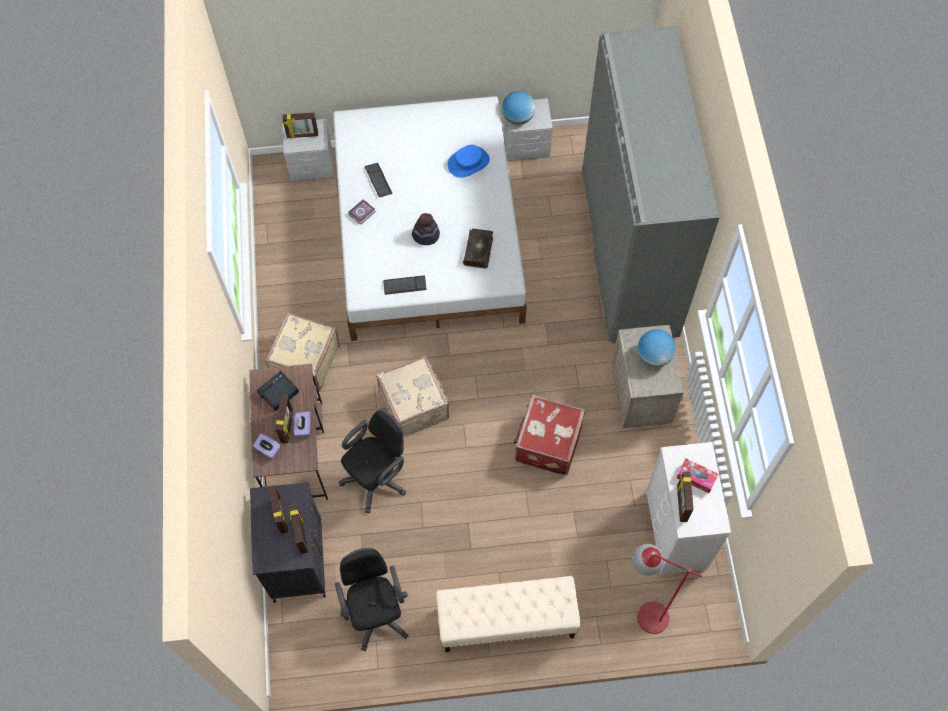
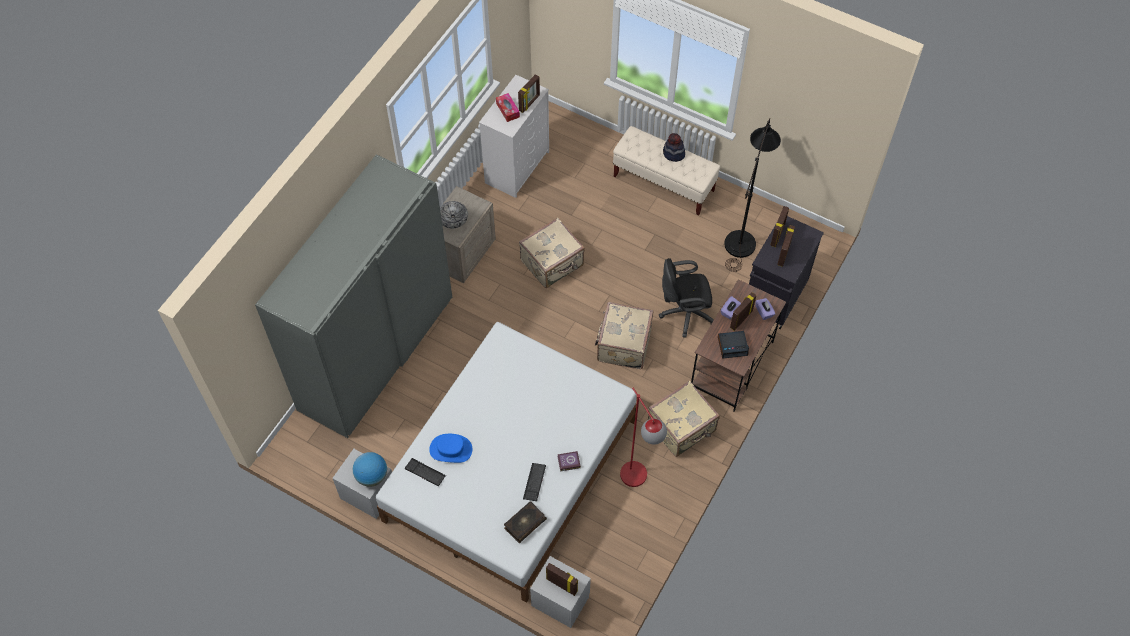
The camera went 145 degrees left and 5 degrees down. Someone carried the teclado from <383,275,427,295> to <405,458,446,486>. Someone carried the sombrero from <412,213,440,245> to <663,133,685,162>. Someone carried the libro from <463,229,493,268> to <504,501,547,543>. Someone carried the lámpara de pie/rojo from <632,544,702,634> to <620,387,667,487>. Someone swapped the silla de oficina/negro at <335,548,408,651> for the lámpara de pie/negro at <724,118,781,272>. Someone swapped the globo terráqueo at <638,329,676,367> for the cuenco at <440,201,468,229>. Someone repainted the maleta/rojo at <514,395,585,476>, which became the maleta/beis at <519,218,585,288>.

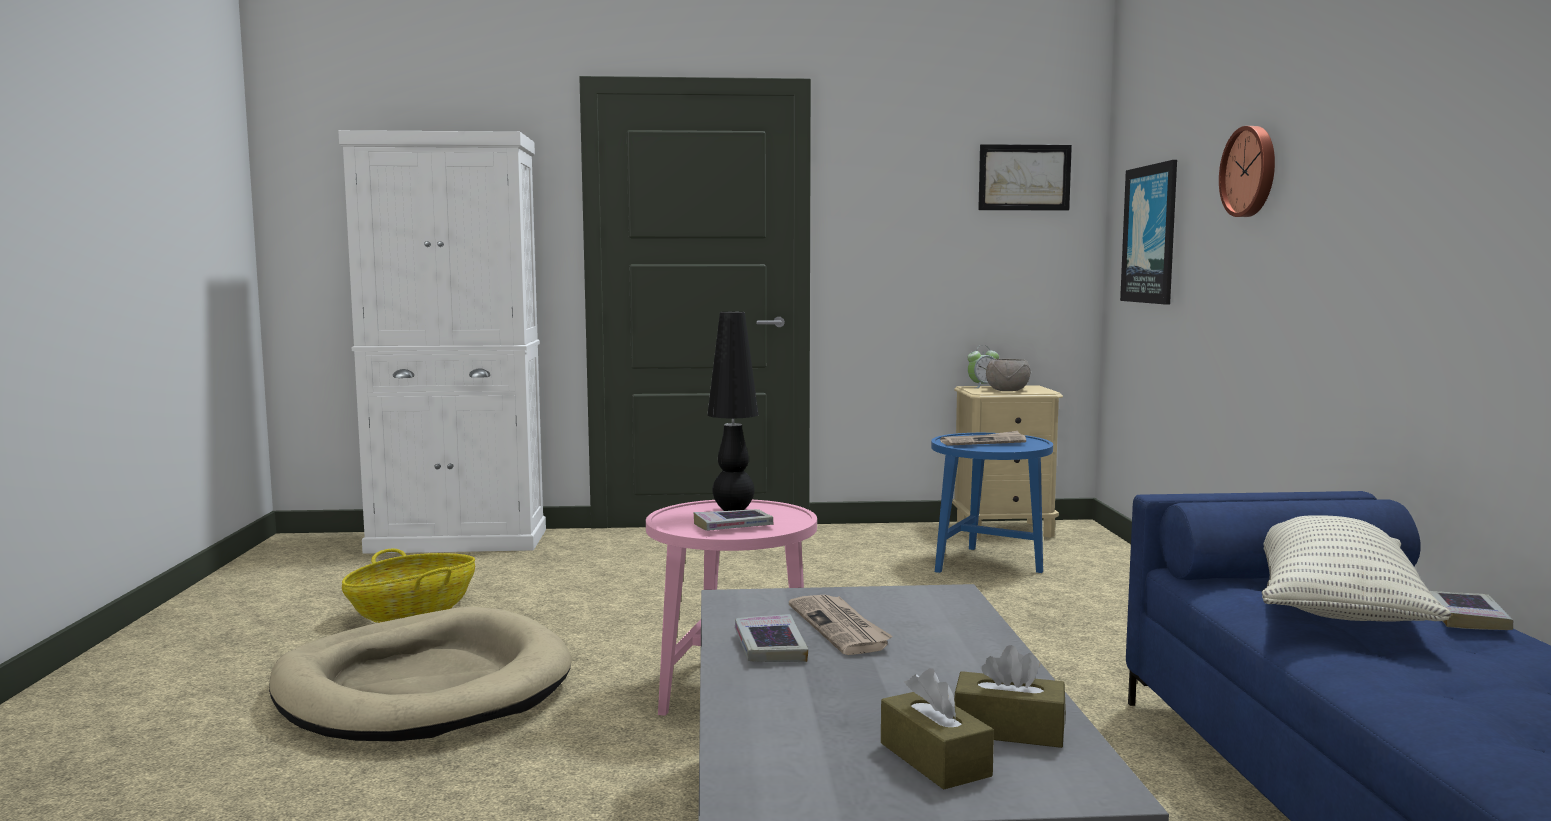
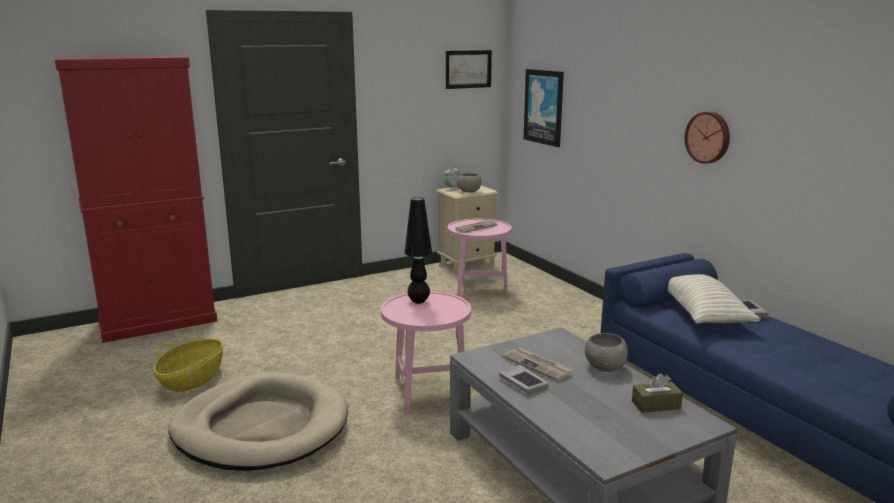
The camera went 25 degrees left and 10 degrees up. Someone took away the libro at <693,509,774,531>. Someone took away the caja de pañuelos/marrón at <881,668,994,790>. Someone put down the cuenco/gris at <585,333,628,372>. Someone carried the reloj de pared from <1219,126,1275,217> to <684,112,730,164>. Someone repainted the armario/blanco at <338,130,546,554>, which became the armario/rojo at <54,56,217,343>. Someone repainted the mesa auxiliar/azul at <931,433,1053,573>, which became the mesa auxiliar/rosa at <448,218,512,297>.

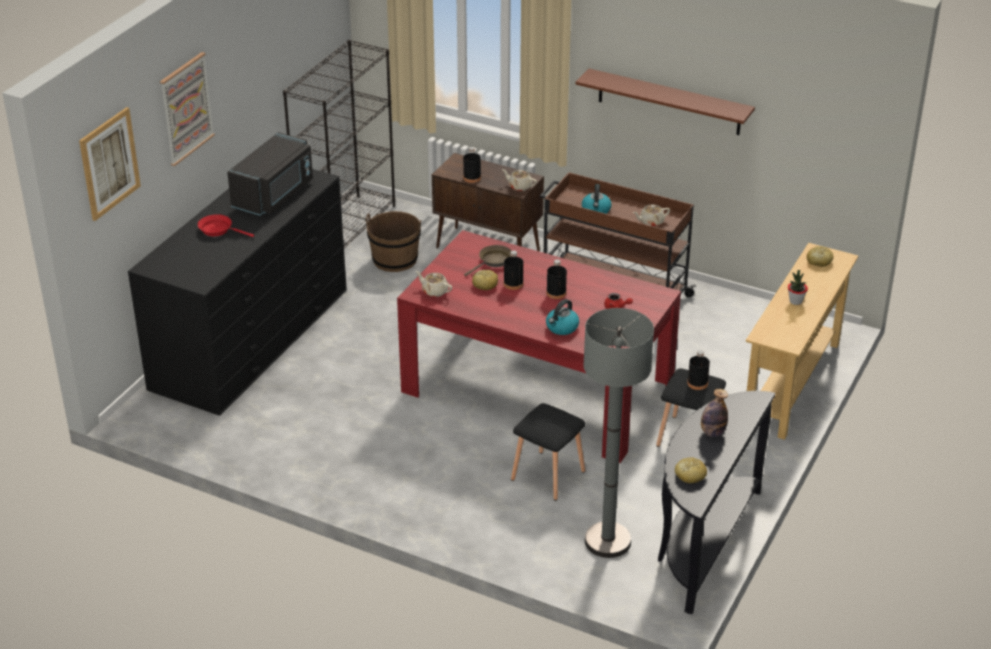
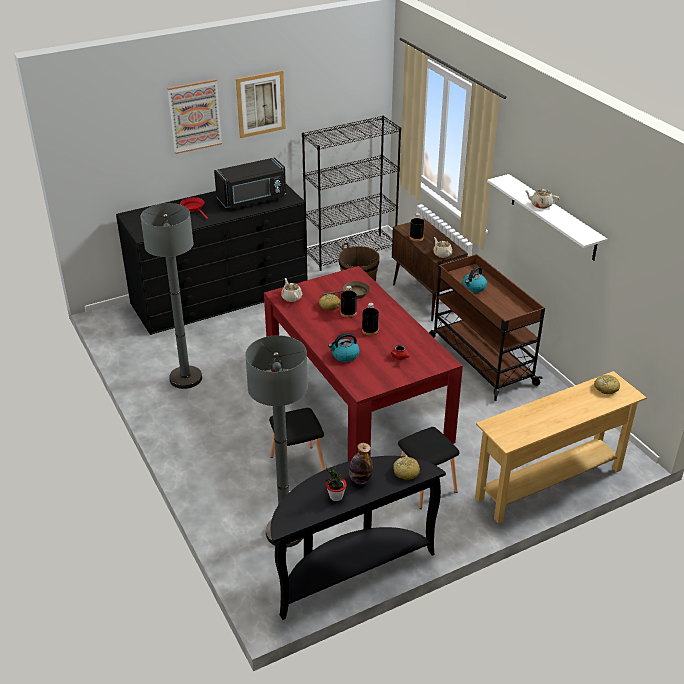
The camera went 35 degrees right and 0 degrees up. Someone took away the botella/negro at <687,350,710,390>. Someone put down the lámpara de pie/gris at <140,203,202,389>. Someone carried the cuadro from <79,107,141,221> to <236,70,286,138>. Someone carried the tetera/beis from <633,204,670,227> to <524,189,559,209>. Someone carried the pan from <675,458,707,483> to <393,457,420,480>. Someone carried the planta en maceta from <788,270,808,305> to <326,467,347,501>. Someone repainted the estante/marrón at <575,69,755,135>, which became the estante/blanco at <487,174,607,261>.

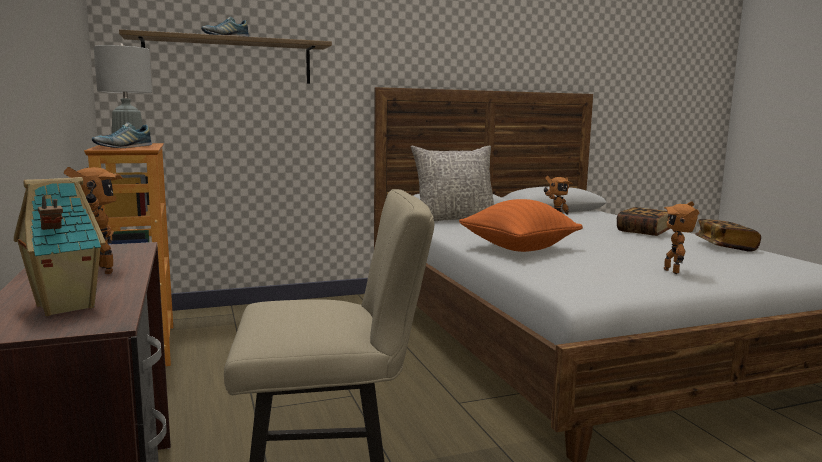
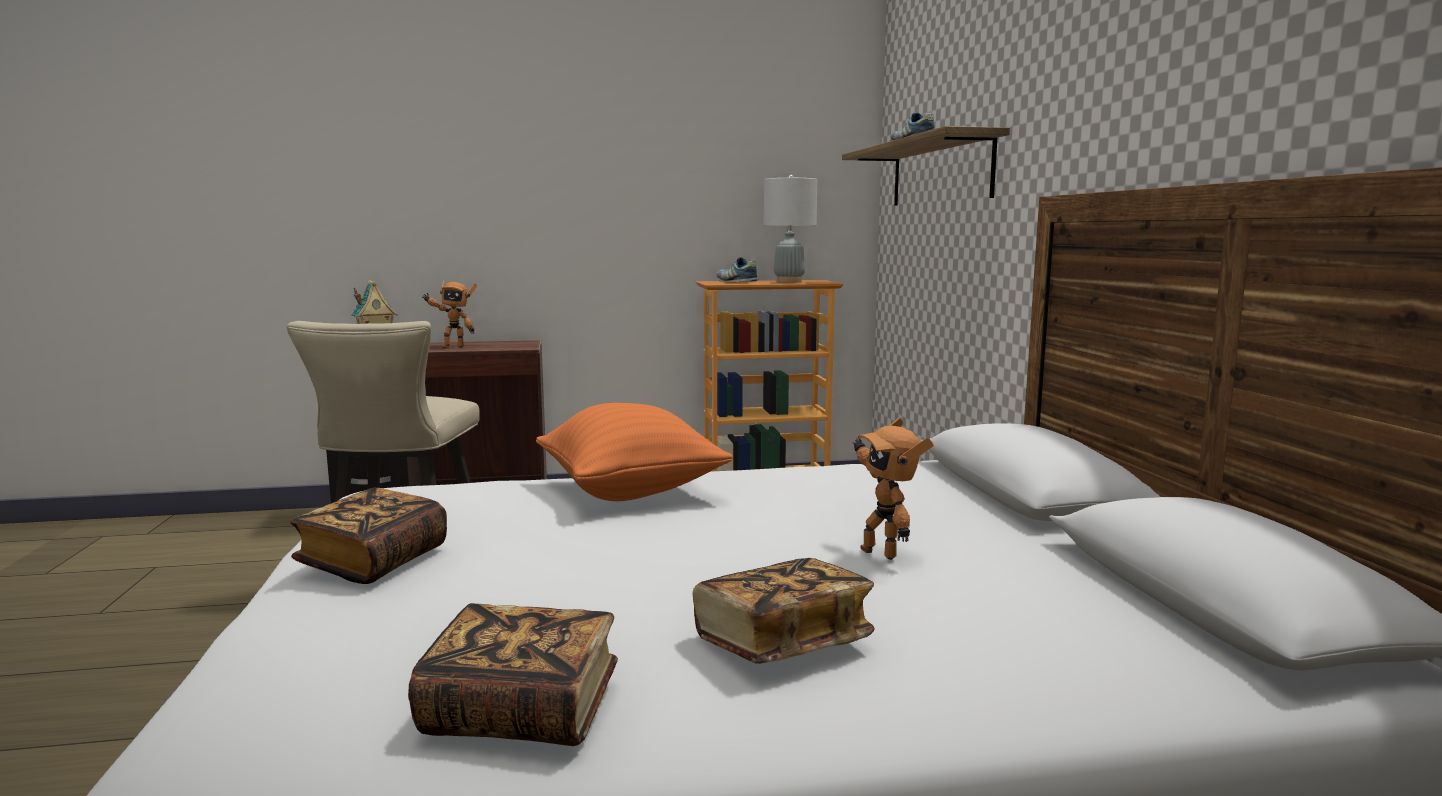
The camera went 100 degrees right and 0 degrees up. Someone took away the cojín/gris at <411,145,494,221>. Someone swapped the robot de juguete at <664,201,700,274> for the libro at <290,488,447,584>.

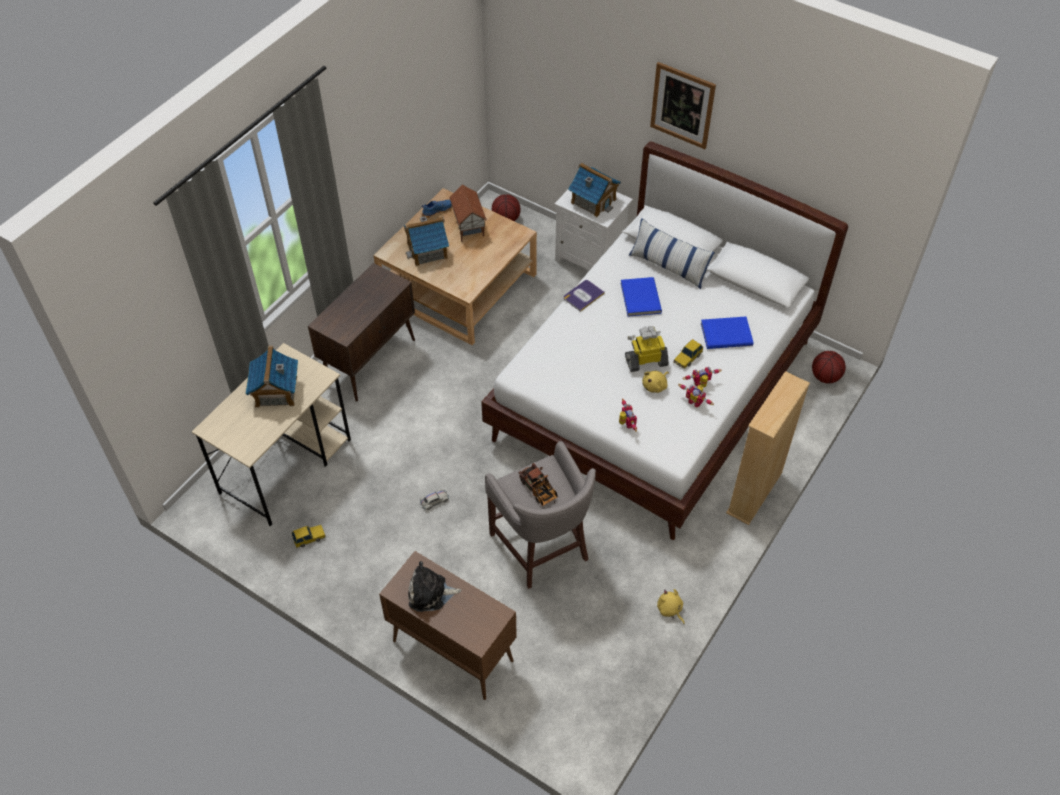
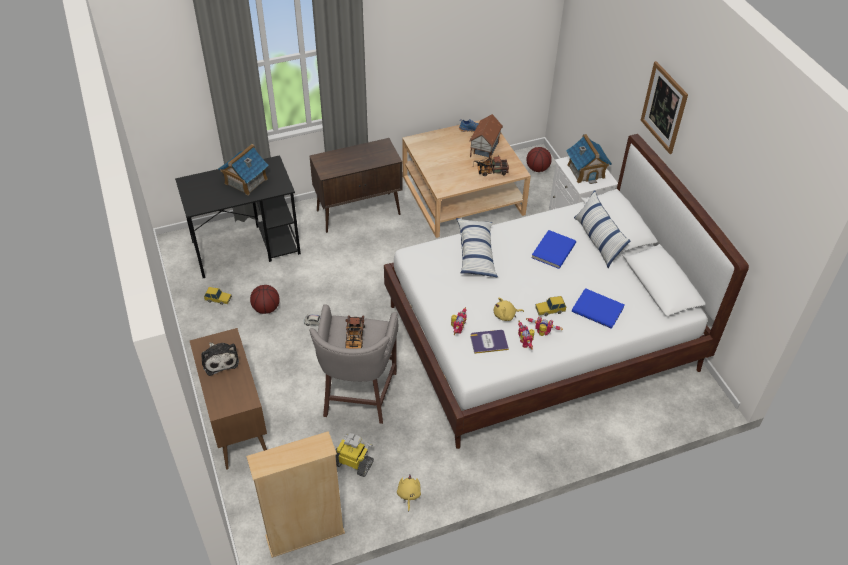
The camera went 35 degrees right and 5 degrees down. Someone took away the casita at <404,216,449,266>. Someone put down the cojín at <456,218,498,277>. Someone put down the camión de juguete at <473,155,509,176>. Someone carried the libro from <563,280,605,312> to <470,330,509,354>. Someone carried the robot de juguete from <625,326,669,372> to <335,433,374,477>. Someone carried the estantería/beis from <726,371,810,525> to <246,431,345,558>. Someone carried the balón de baloncesto from <812,351,846,383> to <250,285,279,314>. Someone repainted the escritorio/beis at <192,343,351,526>, which became the escritorio/negro at <175,155,301,278>. Someone rotated the peluche at <408,561,461,612> by 150 degrees counterclockwise.

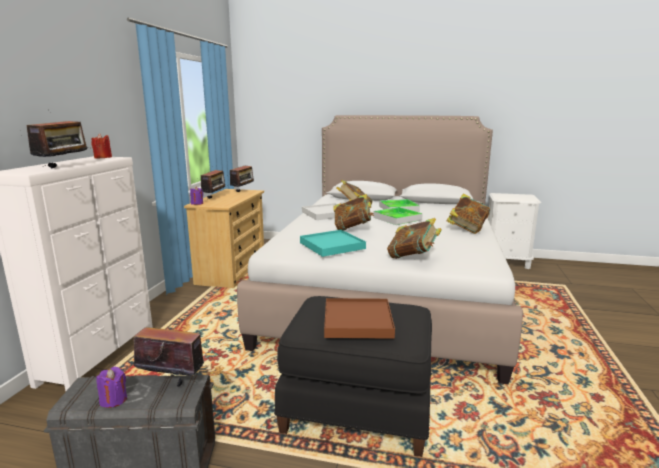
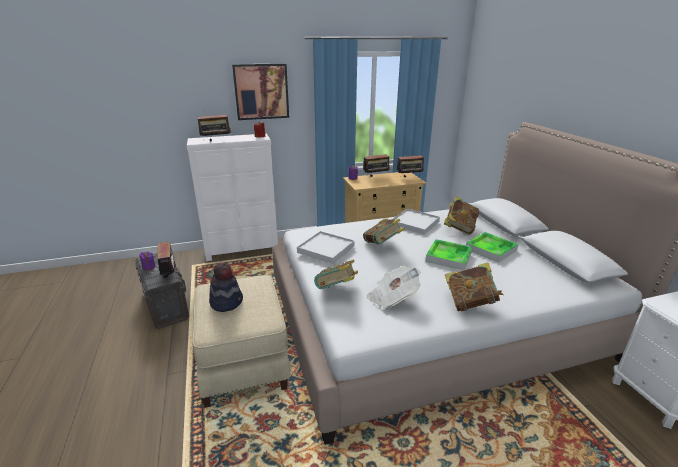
The camera went 60 degrees right and 10 degrees up. Someone put up the cuadro at <232,63,289,120>. Someone put down the periódico at <367,266,421,309>. Someone swapped the bandeja/marrón at <324,298,395,339> for the sombrero at <209,262,243,312>. Someone repainted the puf/negro at <274,296,432,457>, which became the puf/beis at <193,275,291,408>. Someone repainted the bandeja/turquesa at <300,230,366,257>, which became the bandeja/blanco at <297,231,355,264>.

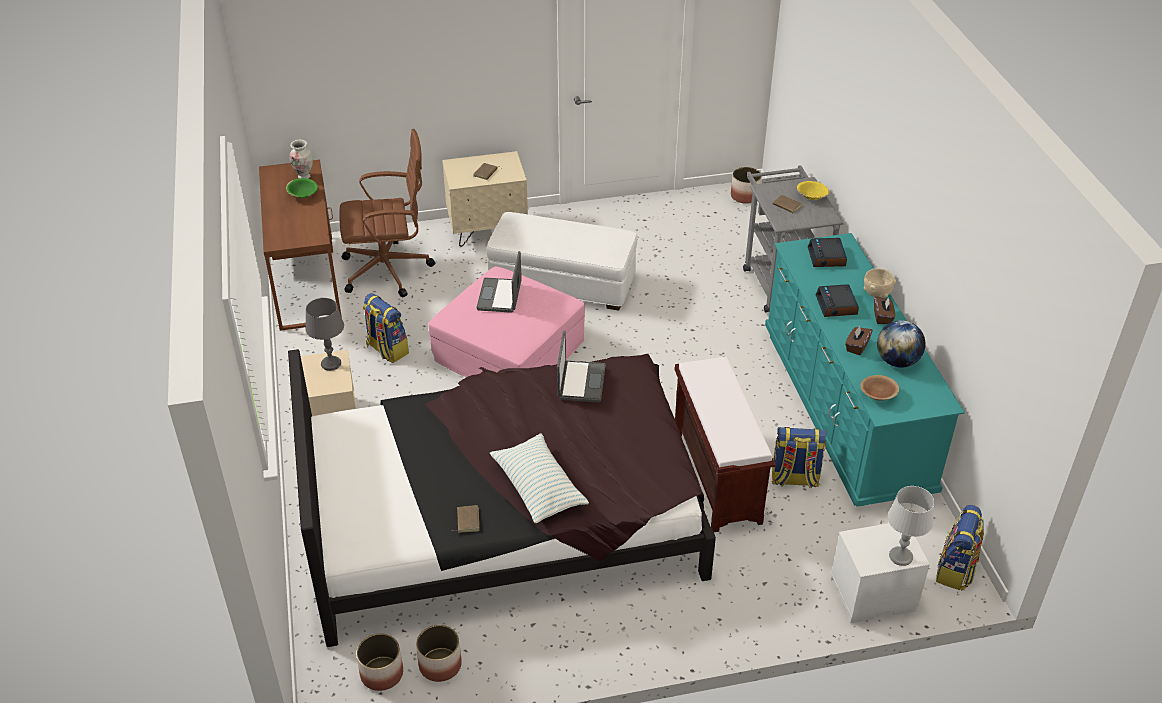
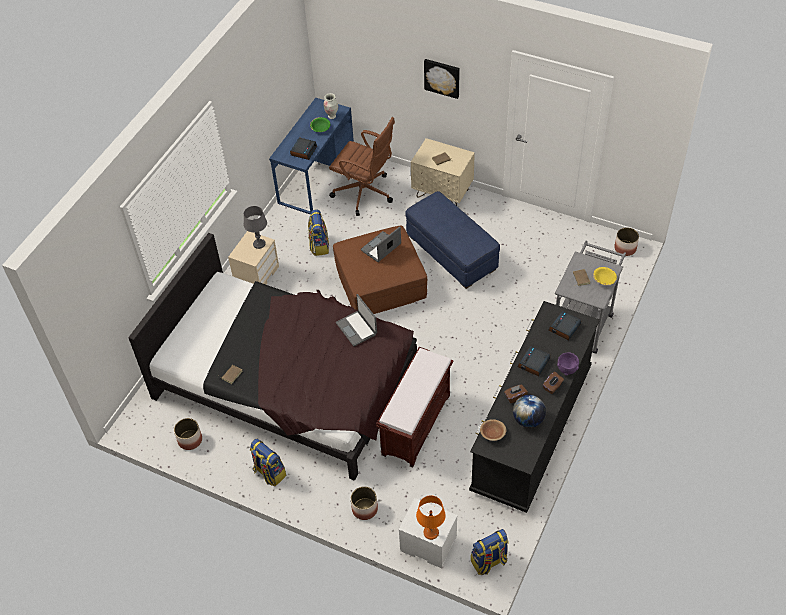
The camera went 40 degrees right and 10 degrees up. Someone took away the cojín at <490,434,589,523>. Someone put down the despertador at <290,138,317,160>. Someone put up the cuadro at <424,59,460,99>. Someone carried the maceta from <356,633,403,691> to <351,486,378,520>. Someone carried the mochila from <772,427,827,489> to <250,439,286,486>. Someone repainted the escritorio/marrón at <259,160,342,331>, which became the escritorio/azul at <269,98,354,215>. Someone repainted the puf/rosa at <428,266,585,377>, which became the puf/marrón at <333,225,427,314>. Someone repainted the puf/blanco at <486,212,637,311>, which became the puf/azul at <405,191,500,289>. Someone repainted the cómoda/turquesa at <765,233,965,507>, which became the cómoda/negro at <469,301,600,513>. Someone repainted the cuenco/beis at <864,268,896,298>, which became the cuenco/morado at <557,352,579,375>. Someone repainted the lámpara de mesa/gris at <888,486,934,566>, which became the lámpara de mesa/naranja at <416,495,446,540>. Someone rotated the portátil at <557,330,606,403> by 105 degrees clockwise.

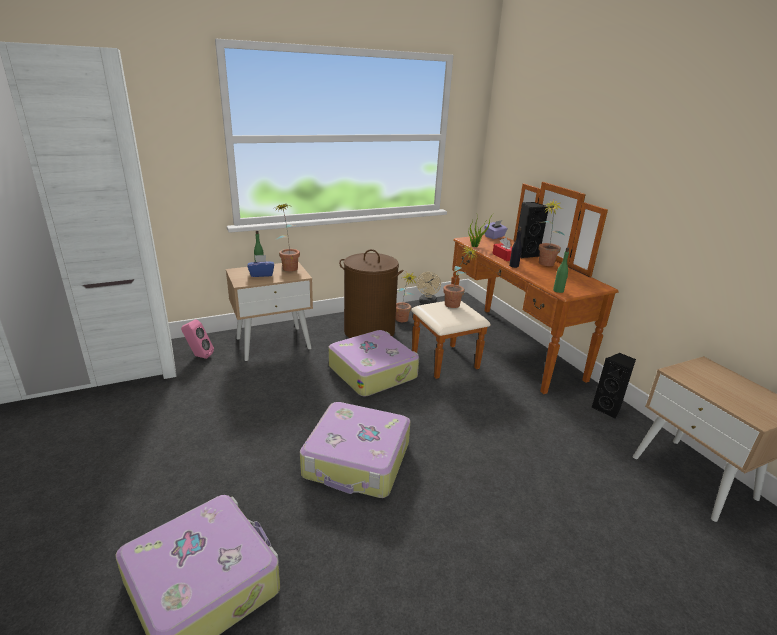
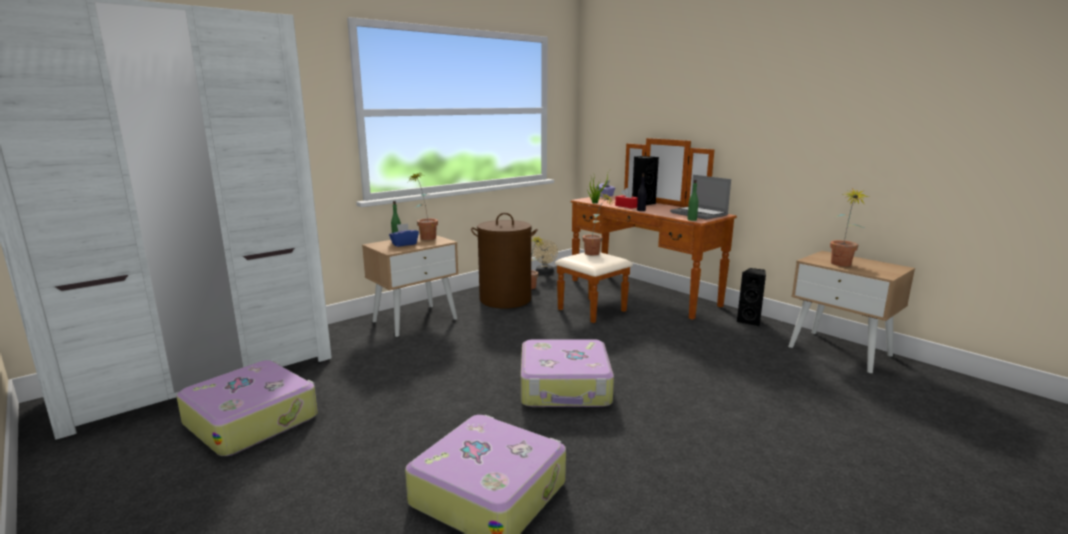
The camera went 15 degrees left and 10 degrees down. Someone took away the altavoz/rosa at <181,319,214,359>. Someone put down the portátil at <670,175,731,220>. Someone carried the maleta from <328,330,419,396> to <176,360,318,456>. Someone carried the planta en maceta from <539,200,565,266> to <830,188,871,266>.

